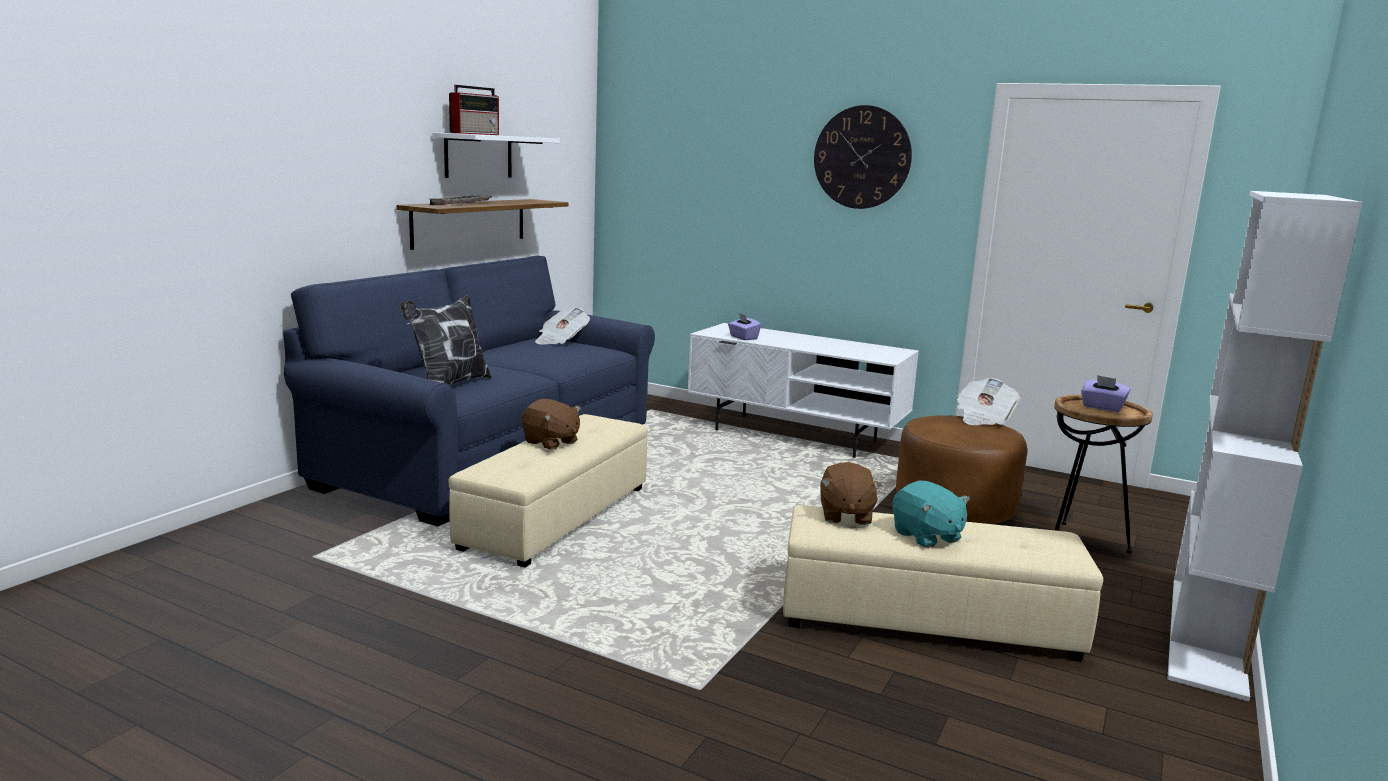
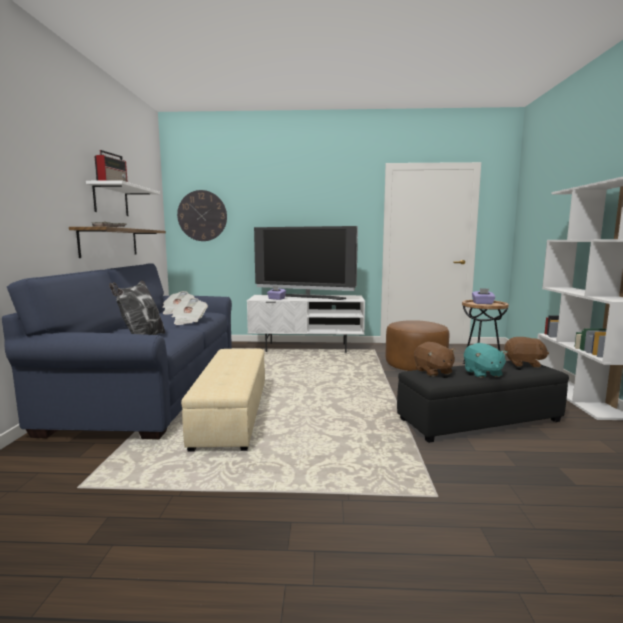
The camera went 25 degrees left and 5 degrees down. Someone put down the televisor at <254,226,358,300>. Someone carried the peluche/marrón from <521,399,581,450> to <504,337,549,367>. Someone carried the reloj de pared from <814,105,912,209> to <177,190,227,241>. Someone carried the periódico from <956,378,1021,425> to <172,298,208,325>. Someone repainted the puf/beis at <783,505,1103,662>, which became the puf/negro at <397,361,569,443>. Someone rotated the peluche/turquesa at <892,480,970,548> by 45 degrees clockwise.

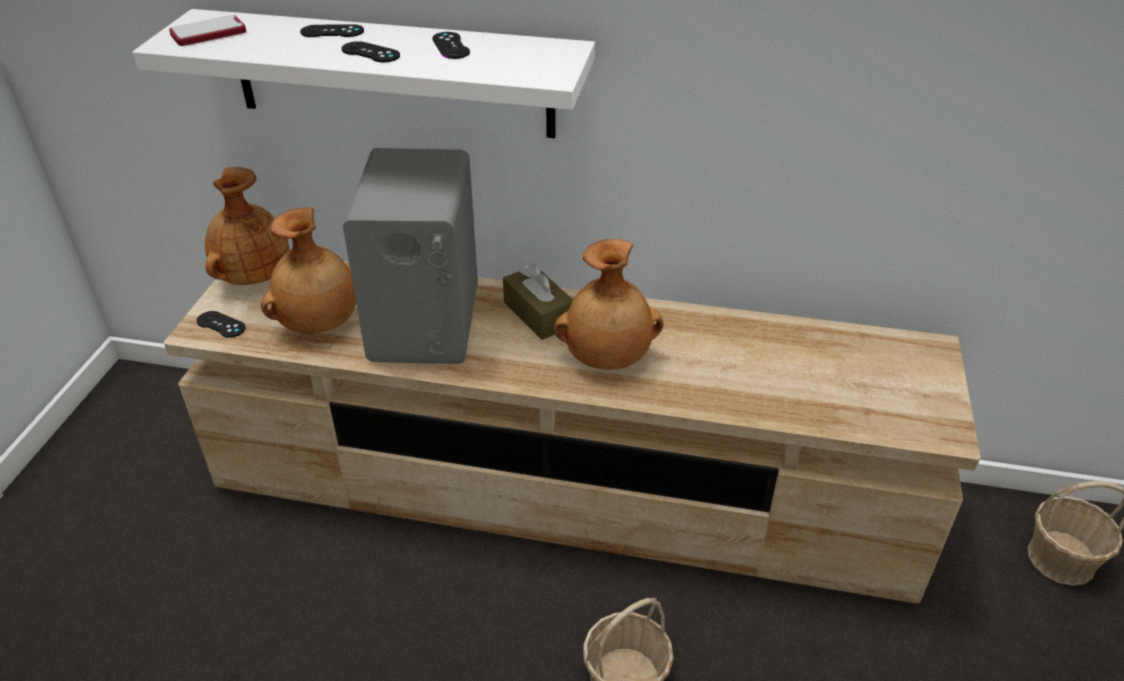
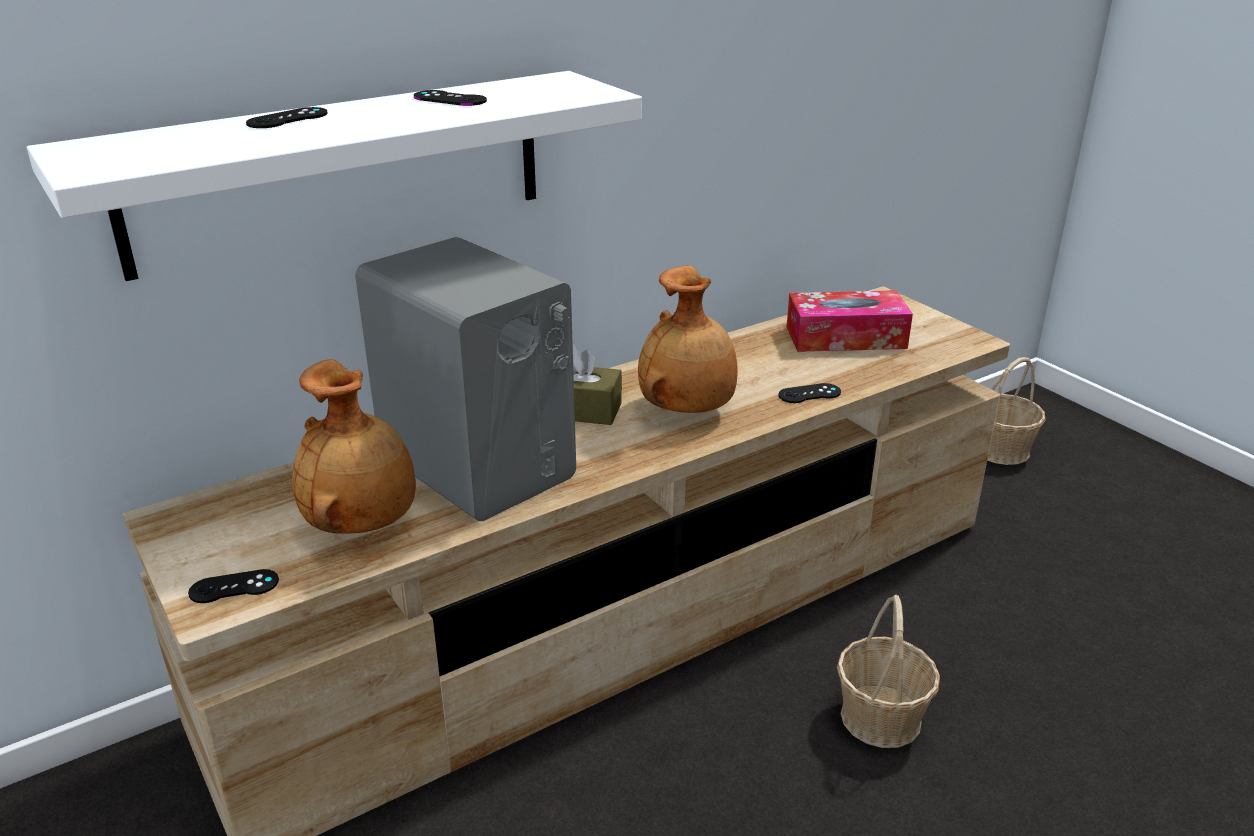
The camera went 45 degrees left and 10 degrees down. Someone took away the móvil at <169,15,246,46>. Someone took away the florero/marrón at <205,167,289,285>. Someone put down the caja de pañuelos at <787,290,913,352>. Someone carried the mando de consola/negro from <341,41,400,62> to <779,383,841,403>.

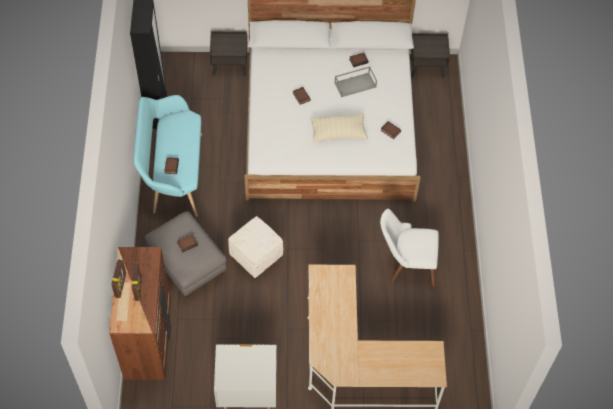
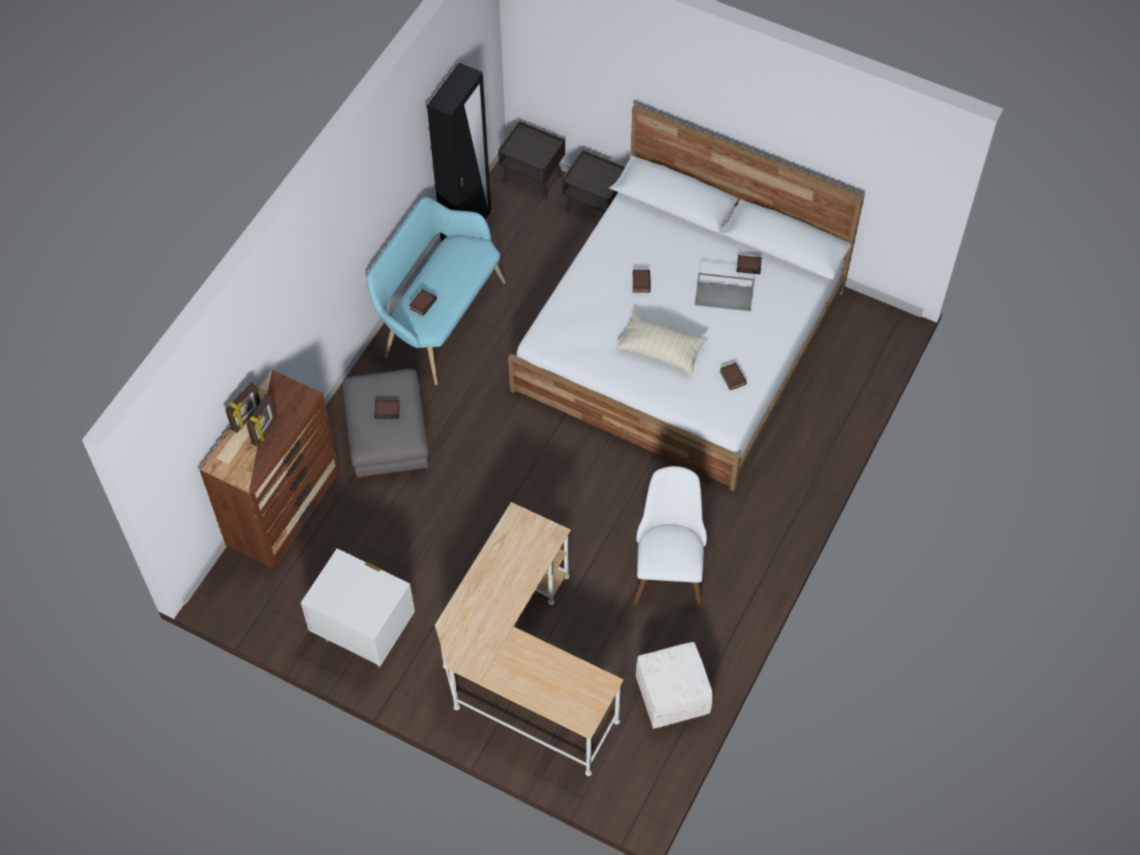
The camera went 30 degrees right and 0 degrees up. Someone carried the puf/blanco from <228,216,283,280> to <636,642,713,730>. Someone carried the mesita de noche/marrón from <410,33,450,78> to <498,121,565,199>. Someone rotated the silla/blanco at <380,209,439,287> by 60 degrees clockwise.

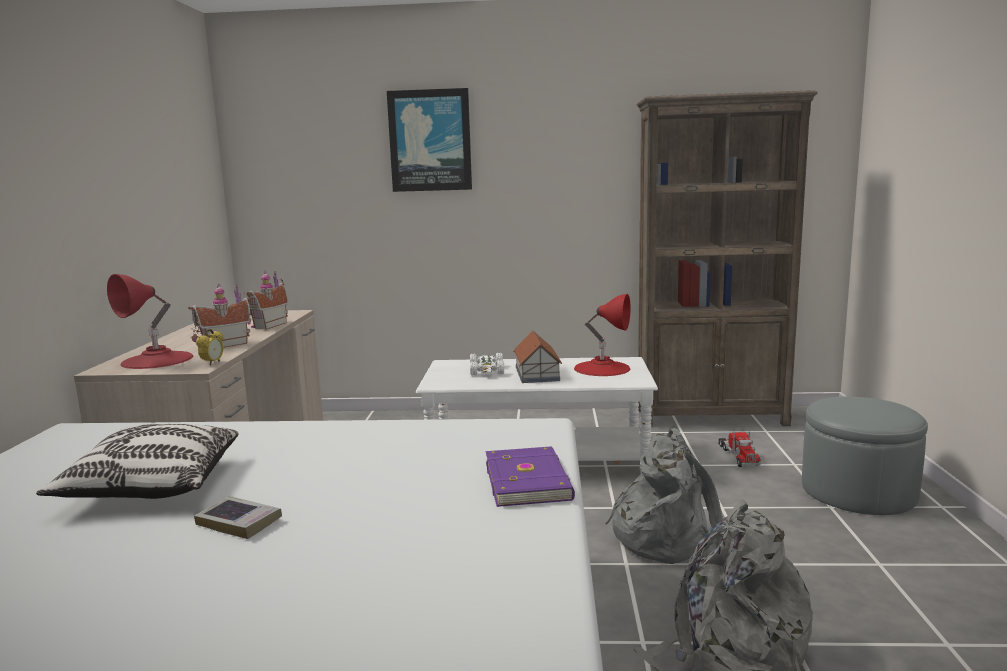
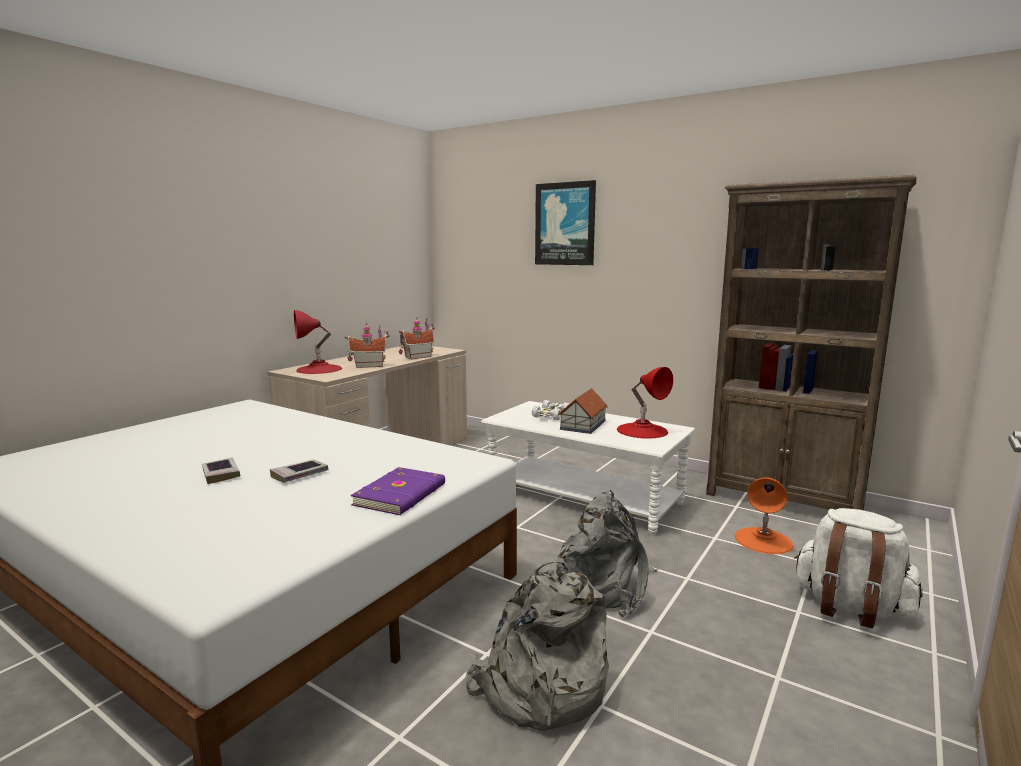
The camera went 30 degrees right and 0 degrees up. Someone took away the cojín at <36,424,238,499>. Someone took away the despertador at <196,329,223,365>. Someone put down the libro at <270,459,328,483>. Someone swapped the camión de juguete at <719,431,761,467> for the lámpara de mesa/naranja at <735,477,794,554>. Someone swapped the puf/gris at <802,396,928,515> for the mochila/blanco at <794,508,923,629>.

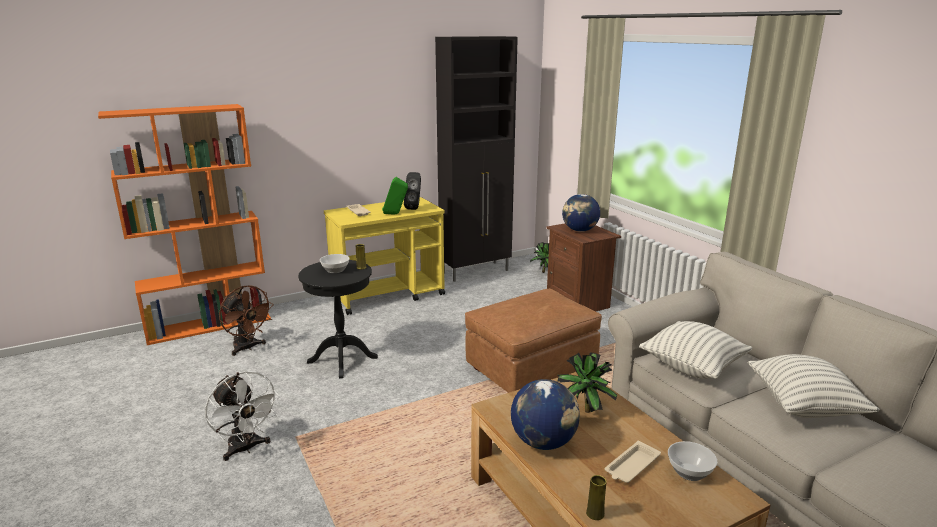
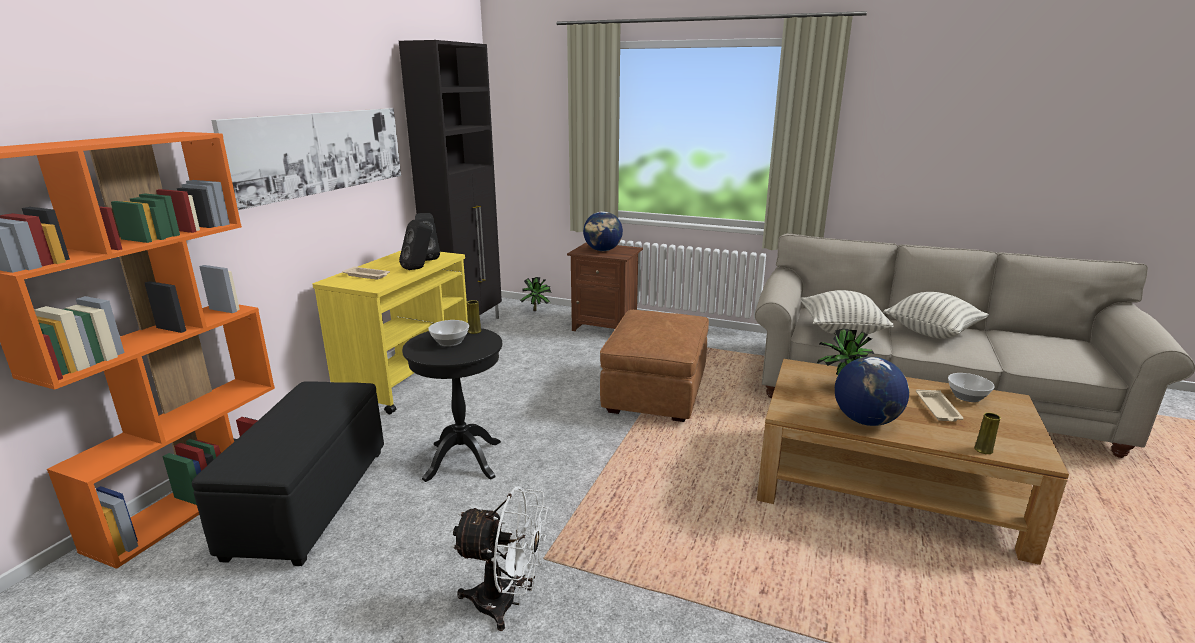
The camera went 40 degrees left and 0 degrees up. Someone put up the cuadro at <211,108,401,210>. Someone swapped the ventilador/marrón at <219,285,274,356> for the puf/negro at <192,381,384,566>. Someone repainted the altavoz/verde at <382,177,408,215>, which became the altavoz/negro at <399,220,432,270>.

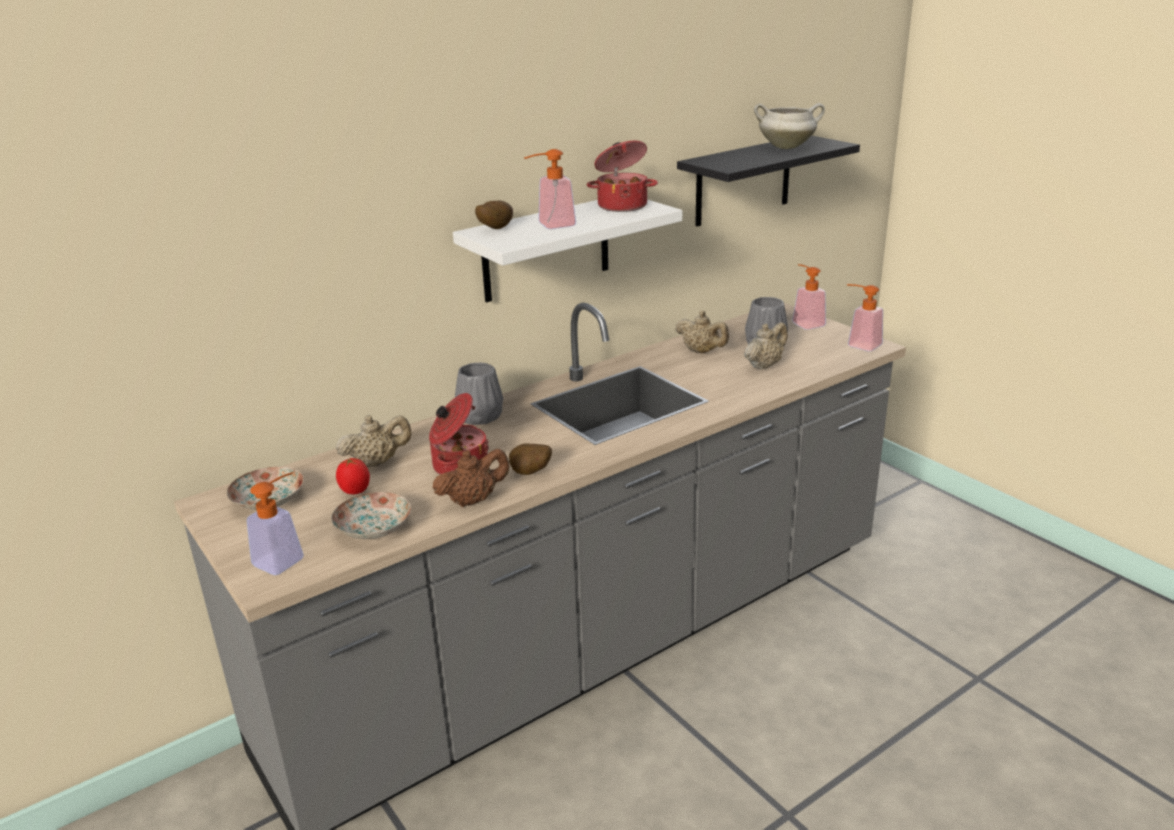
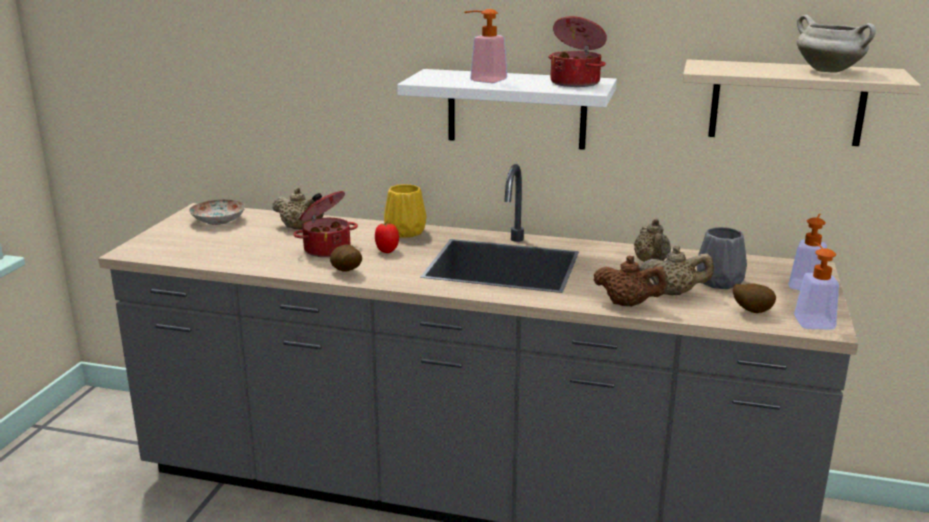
The camera went 50 degrees right and 5 degrees down. Someone took away the dispensador de jabón at <247,472,304,575>. Someone took away the plato at <331,492,411,539>. Someone carried the tomate from <336,458,370,494> to <375,223,399,253>. Someone carried the tetera/marrón from <433,449,509,507> to <594,256,668,307>. Someone carried the patata from <475,201,513,229> to <733,283,776,313>. Someone repainted the florero/gris at <455,363,503,425>, which became the florero/amarillo at <384,184,427,238>. Someone repainted the estante/negro at <677,136,860,226>, which became the estante/beis at <683,59,921,146>.

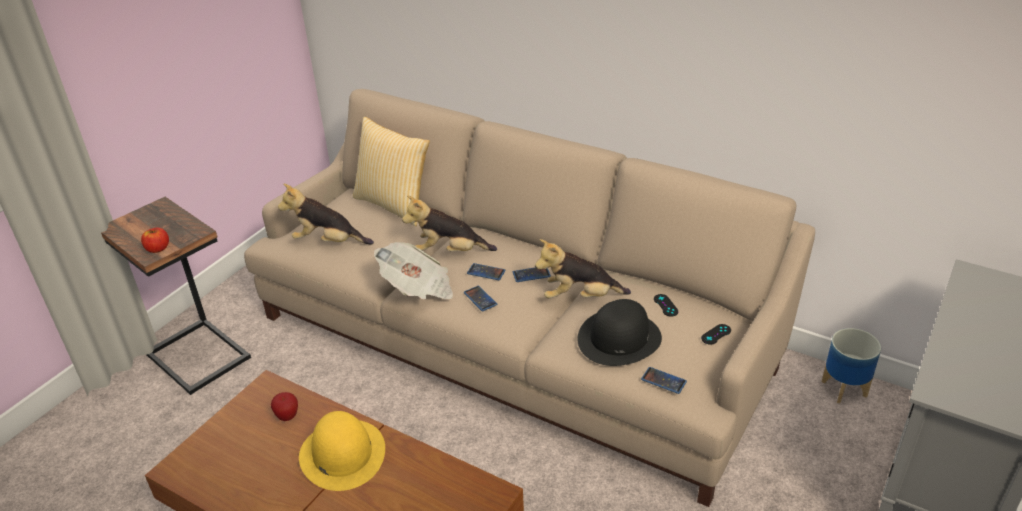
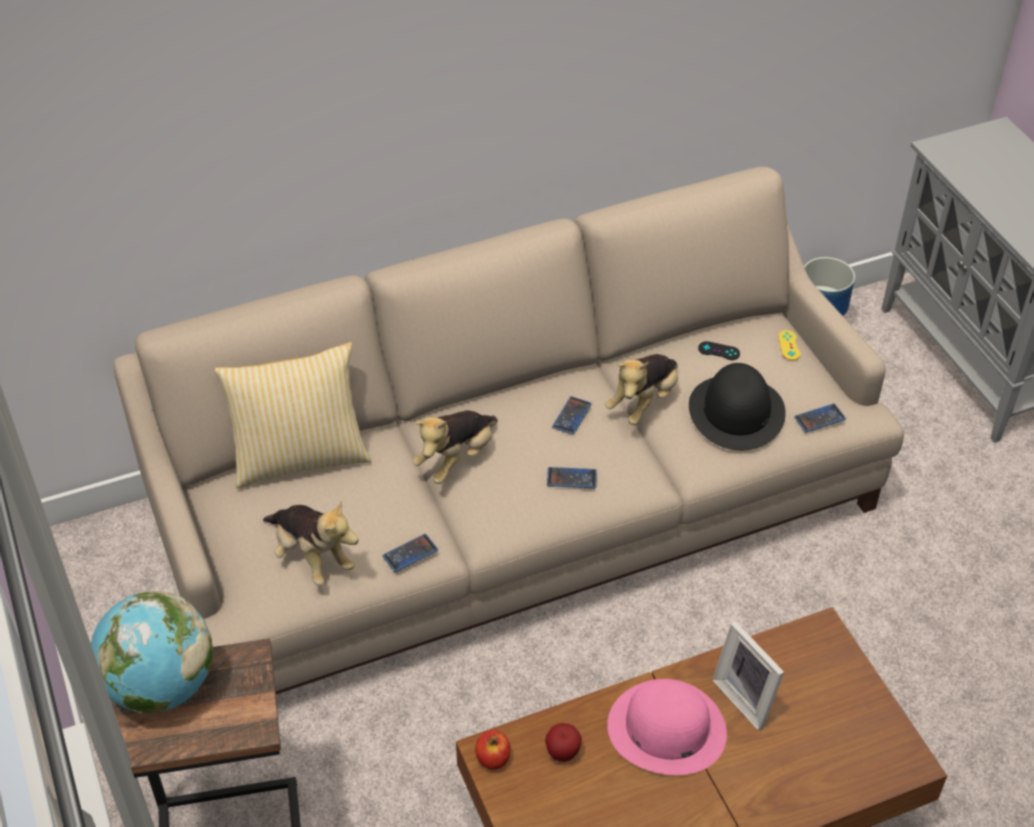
The camera went 55 degrees left and 10 degrees up. Someone took away the periódico at <374,242,453,299>. Someone put down the globo terráqueo at <91,591,213,714>. Someone put down the portarretratos at <712,621,784,731>. Someone carried the manzana from <141,228,169,253> to <475,730,510,770>. Someone carried the móvil from <467,263,506,280> to <383,534,438,572>. Someone repainted the sombrero/amarillo at <299,411,385,491>, which became the sombrero/rosa at <607,679,727,775>. Someone repainted the mando de consola/negro at <701,324,731,345>, which became the mando de consola/amarillo at <778,330,801,360>. Someone rotated the peluche at <278,184,374,244> by 90 degrees counterclockwise.

